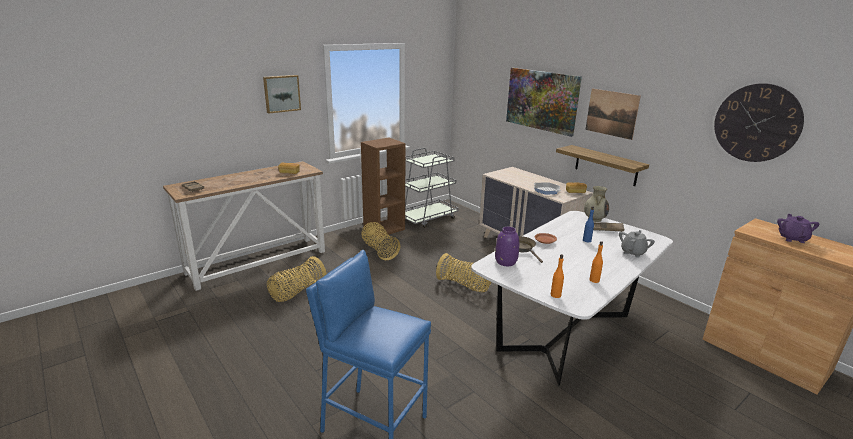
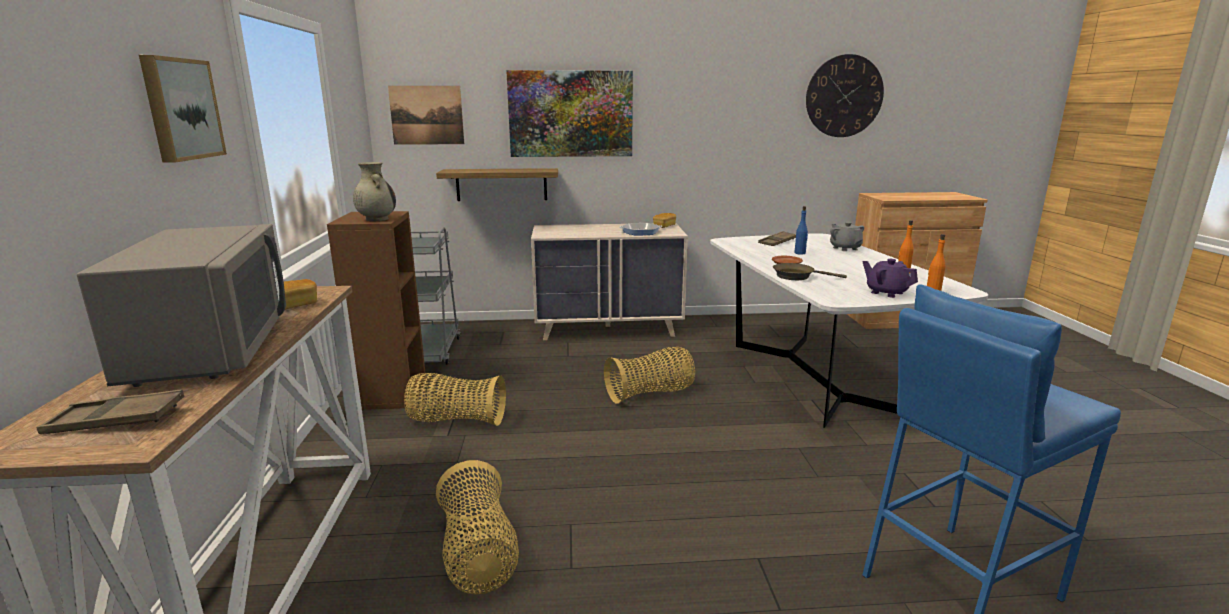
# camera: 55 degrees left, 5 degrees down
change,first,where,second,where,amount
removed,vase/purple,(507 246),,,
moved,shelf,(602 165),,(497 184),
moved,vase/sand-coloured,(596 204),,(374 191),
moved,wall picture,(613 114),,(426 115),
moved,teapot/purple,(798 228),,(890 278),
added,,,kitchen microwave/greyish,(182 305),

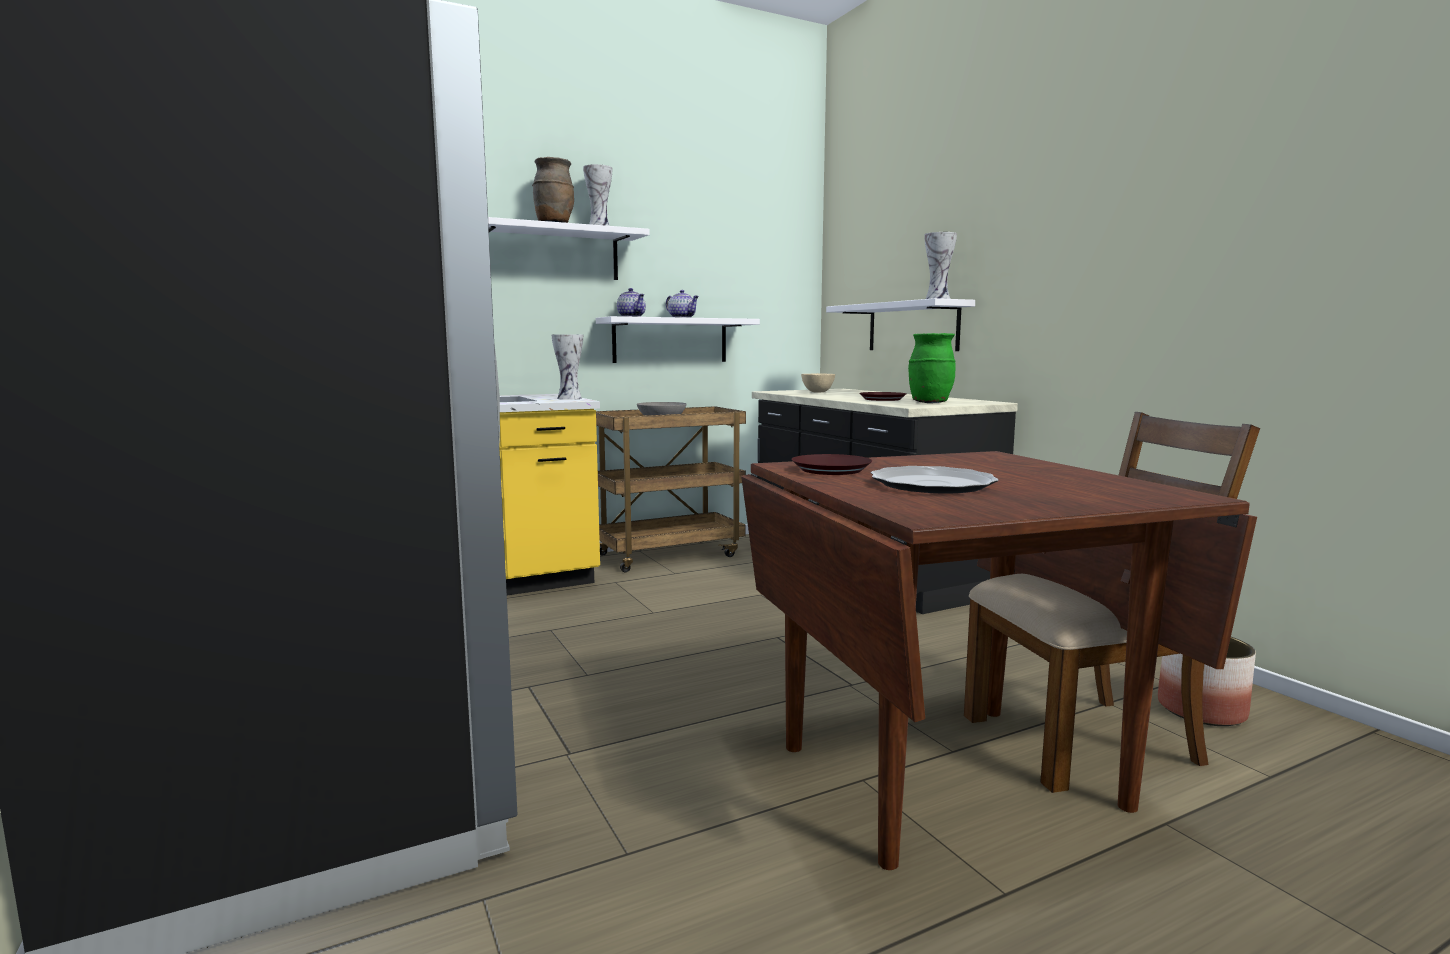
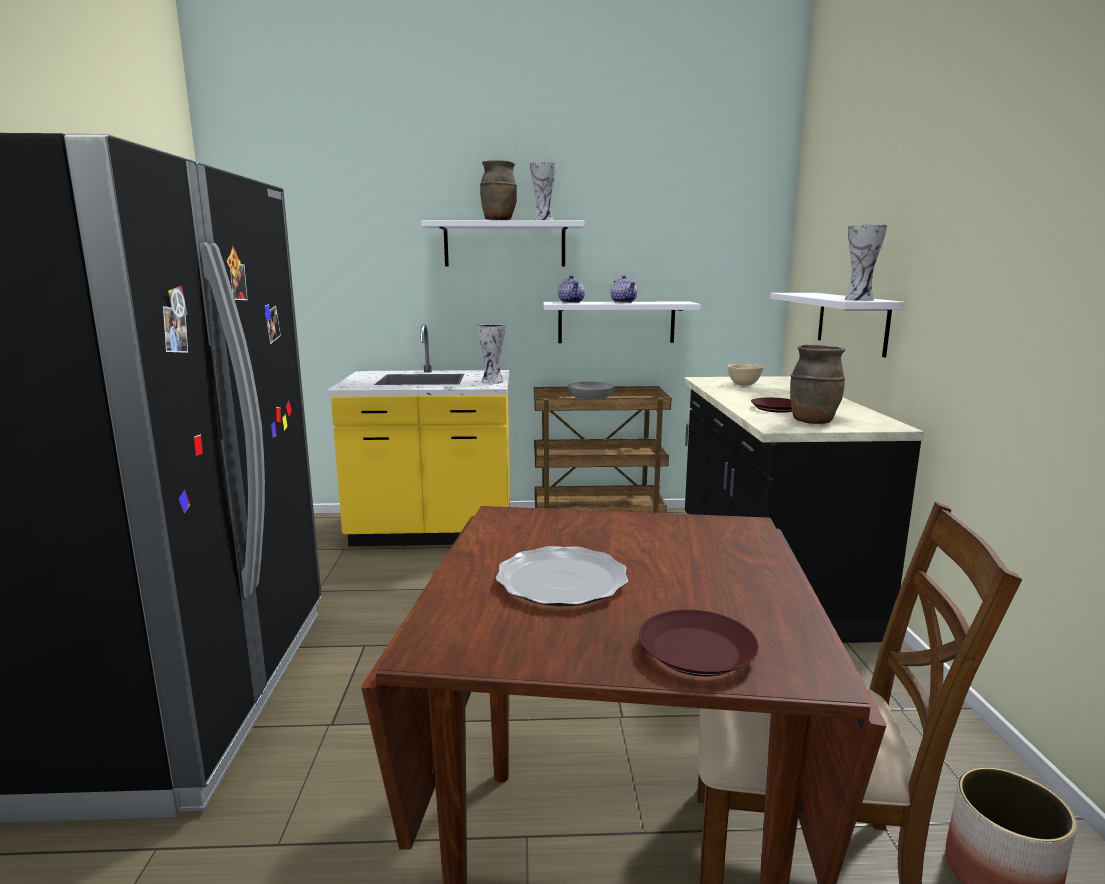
# camera: 25 degrees right, 5 degrees up
change,first,where,second,where,amount
moved,plate/brown,(831 464),,(699 642),
recoloured,vase/green,(932 368),vase/brown,(817 384),

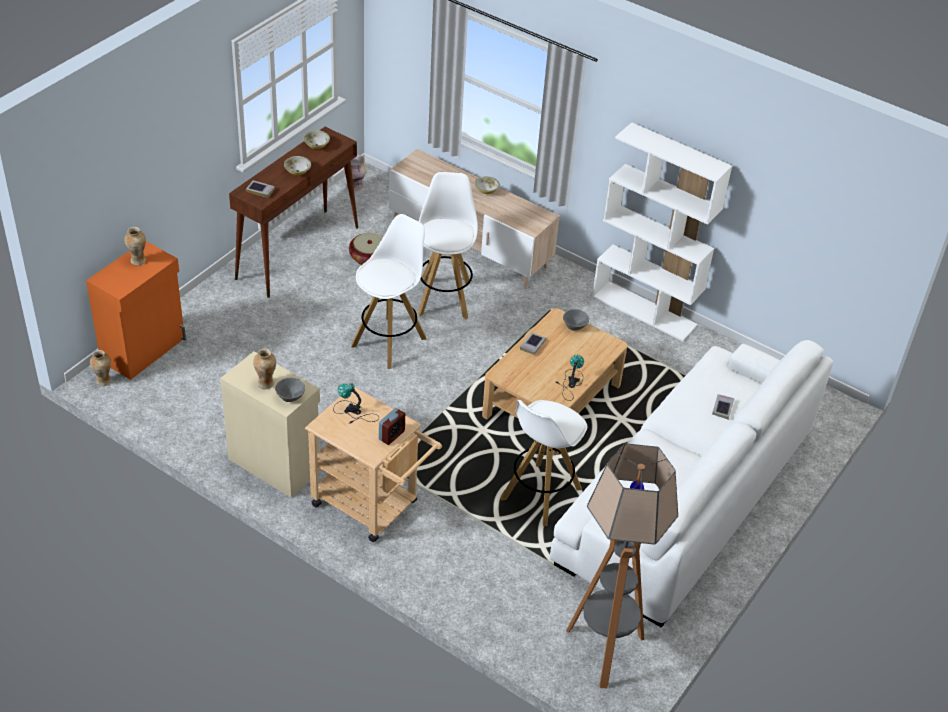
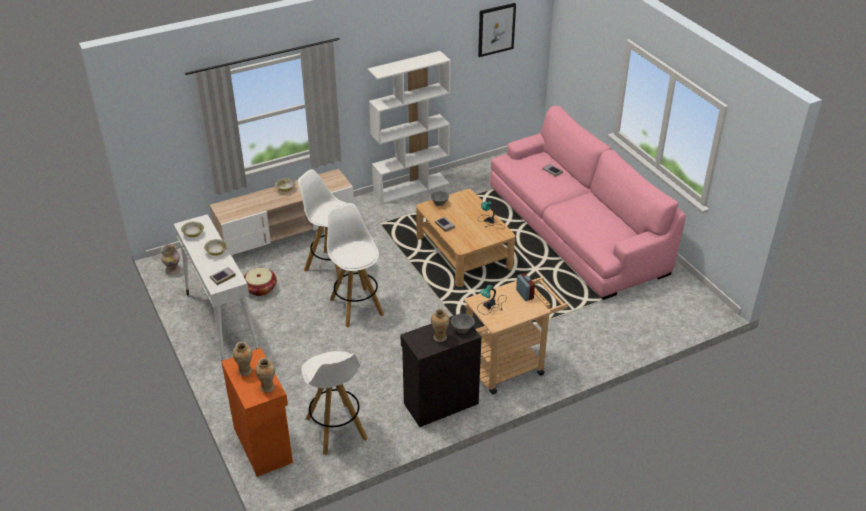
# camera: 60 degrees left, 5 degrees down
change,first,where,second,where,amount
moved,vase,(101 368),,(265 375),
recoloured,storage cabinet/sand-coloured,(270 424),storage cabinet/black-coloured,(440 370),
recoloured,console table/brown,(293 212),console table/whitish,(216 287),
moved,stool/whitish,(544 463),,(334 403),
recoloured,settee/whitish,(691 484),settee/pinkish,(588 203),
removed,floor lamp,(622 566),,,
added,,,wall picture,(497 30),

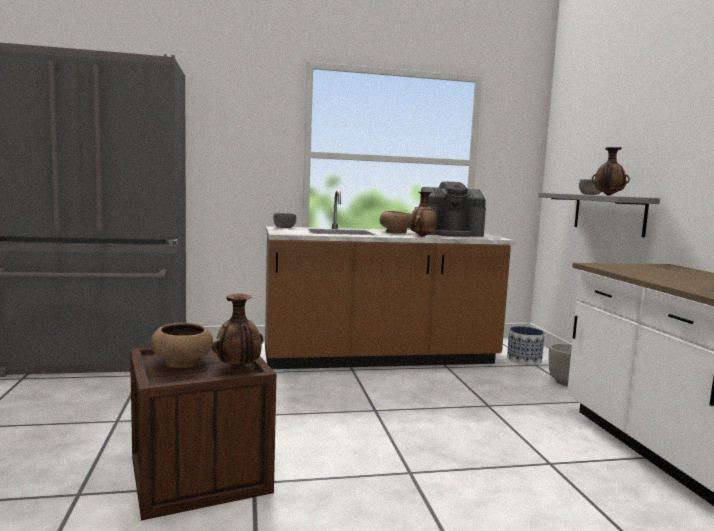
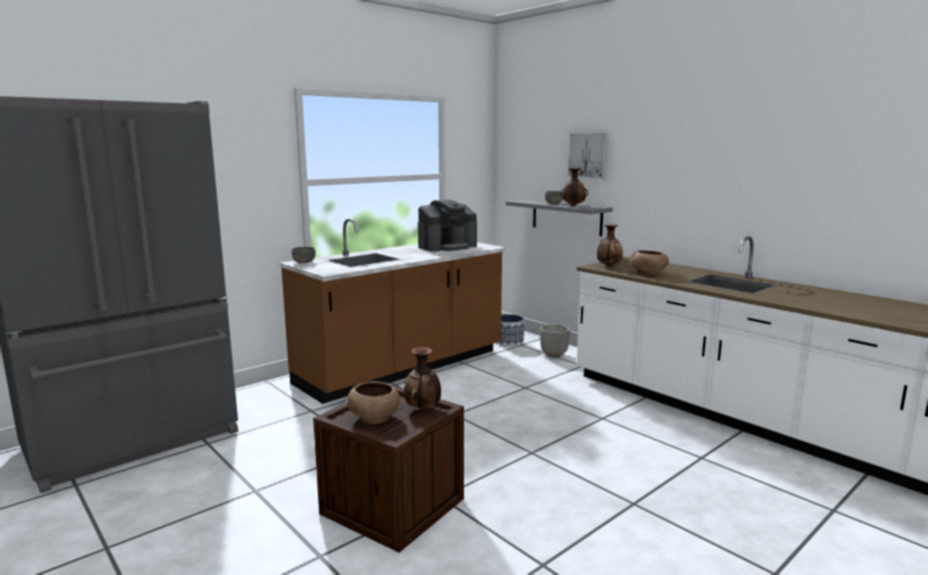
# camera: 30 degrees left, 5 degrees up
change,first,where,second,where,amount
moved,serving bowl/brown,(395 222),,(649 262),
moved,vase,(423 214),,(610 245),
added,,,wall picture,(587 156),

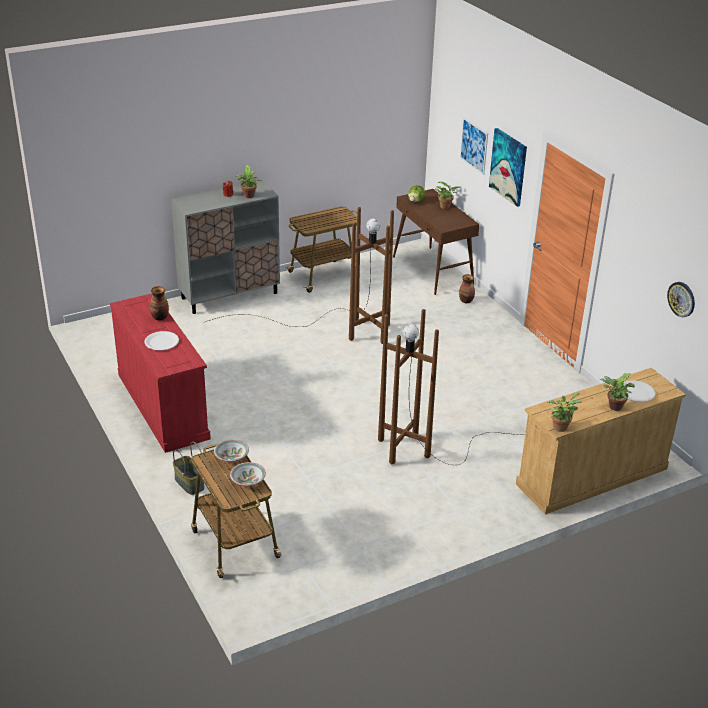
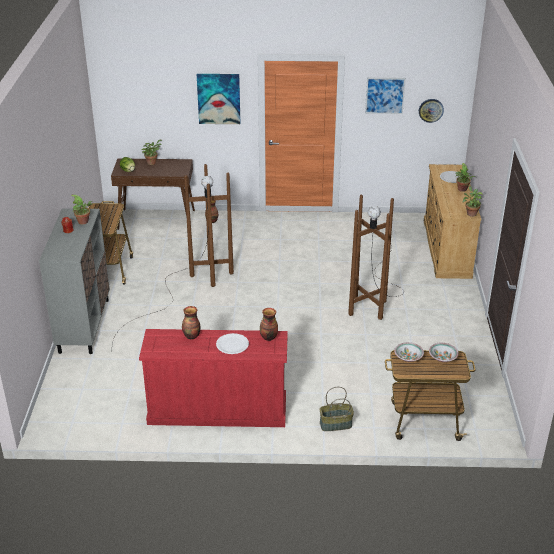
# camera: 60 degrees left, 0 degrees up
change,first,where,second,where,amount
moved,wall picture,(474 146),,(385 96),
added,,,vase,(269 324),

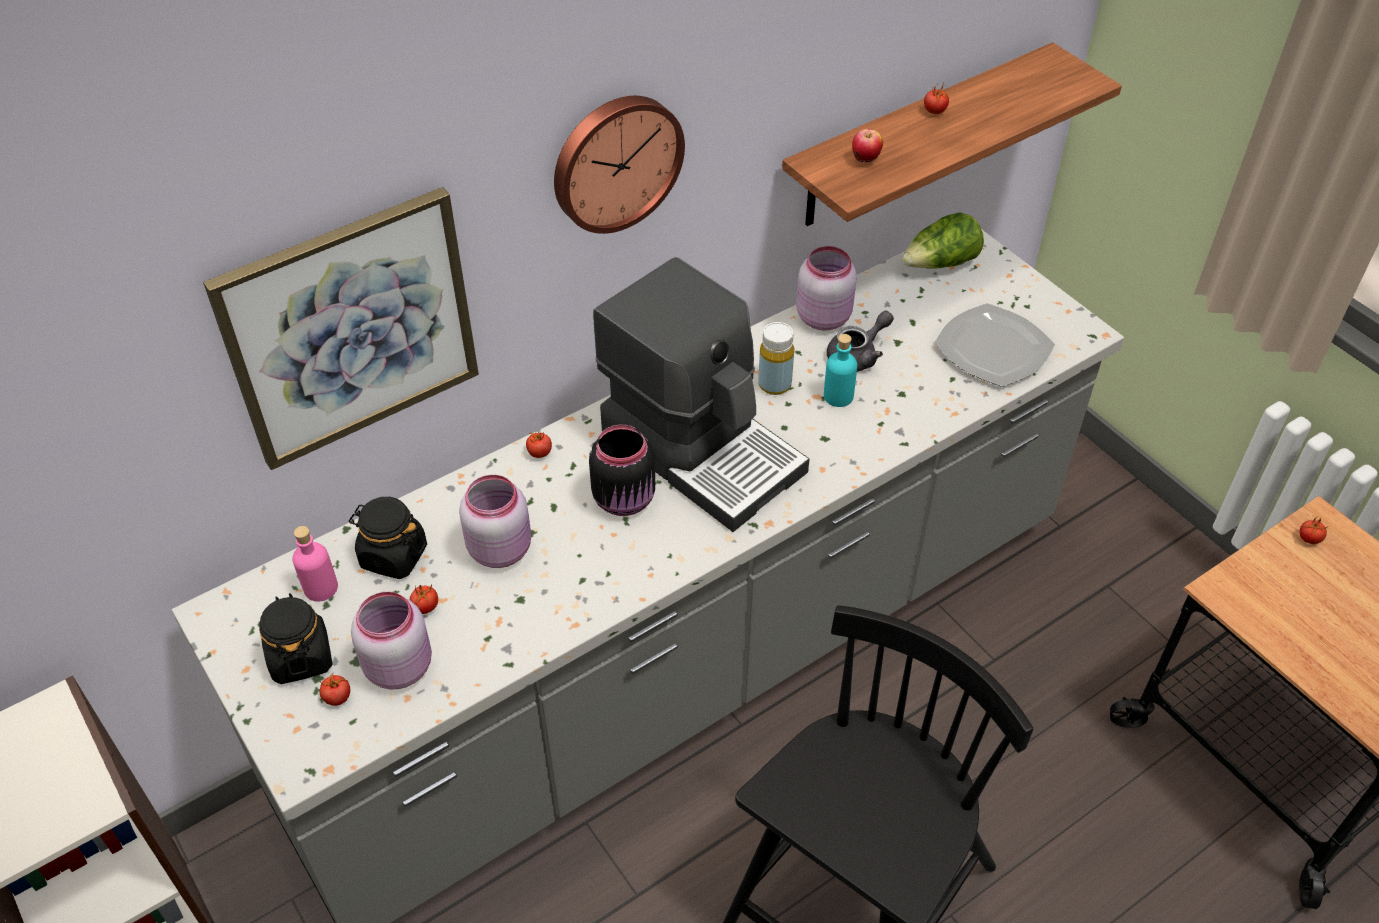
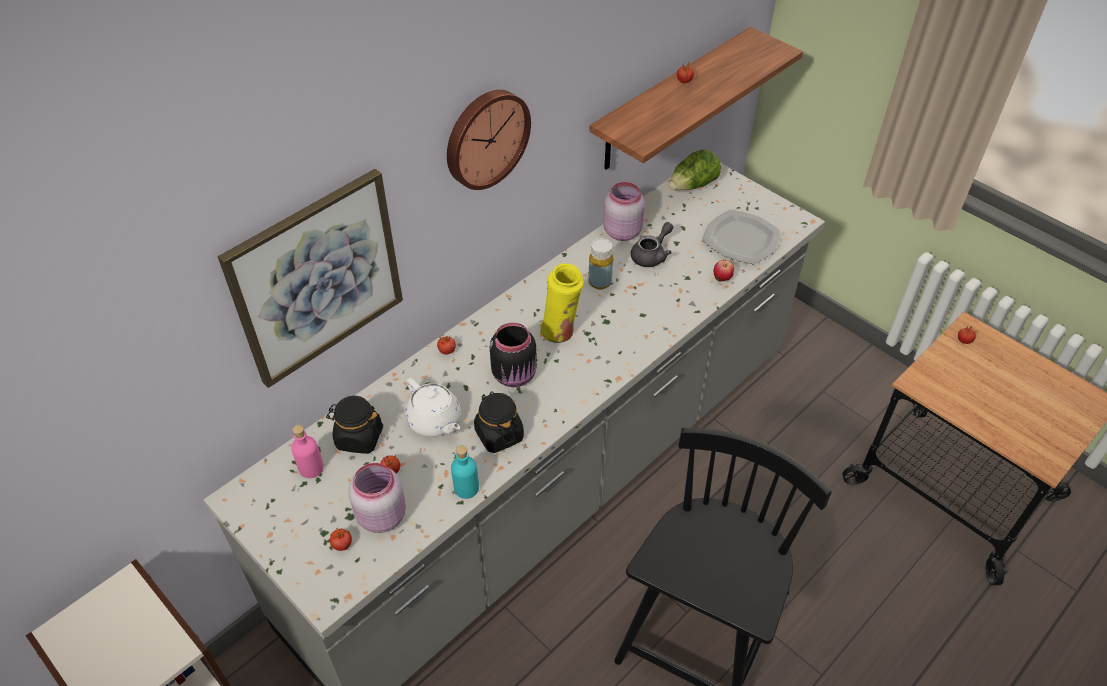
# camera: 10 degrees left, 0 degrees up
change,first,where,second,where,amount
moved,jar/black-coloured,(296 638),,(499 422),
replaced,jar/pinkish,(495 521),teapot/whitish,(433 407),
replaced,coffee brewer,(701 394),vase/yellowish,(562 303),
moved,beverage bottle/turquoise-coloured,(840 370),,(465 472),
moved,whole apple,(867 145),,(724 270),

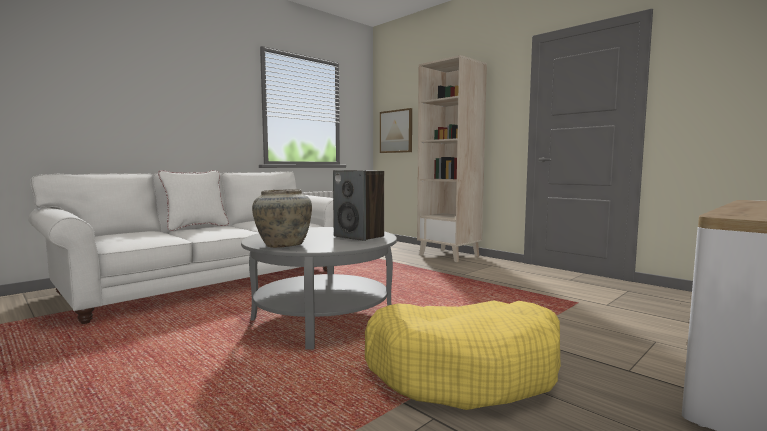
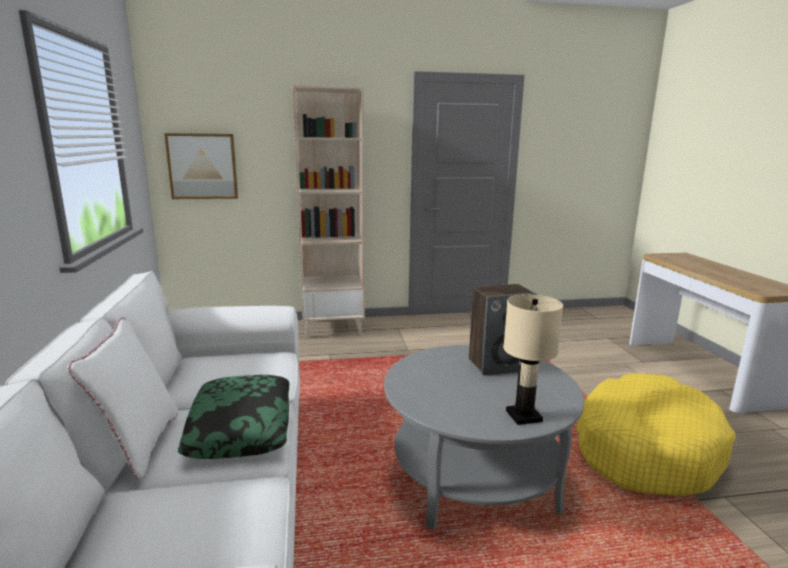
# camera: 55 degrees left, 10 degrees up
change,first,where,second,where,amount
replaced,vase/sand-coloured,(282 218),tabletop lamp/sand-coloured,(533 359),
added,,,throw pillow,(234 417),

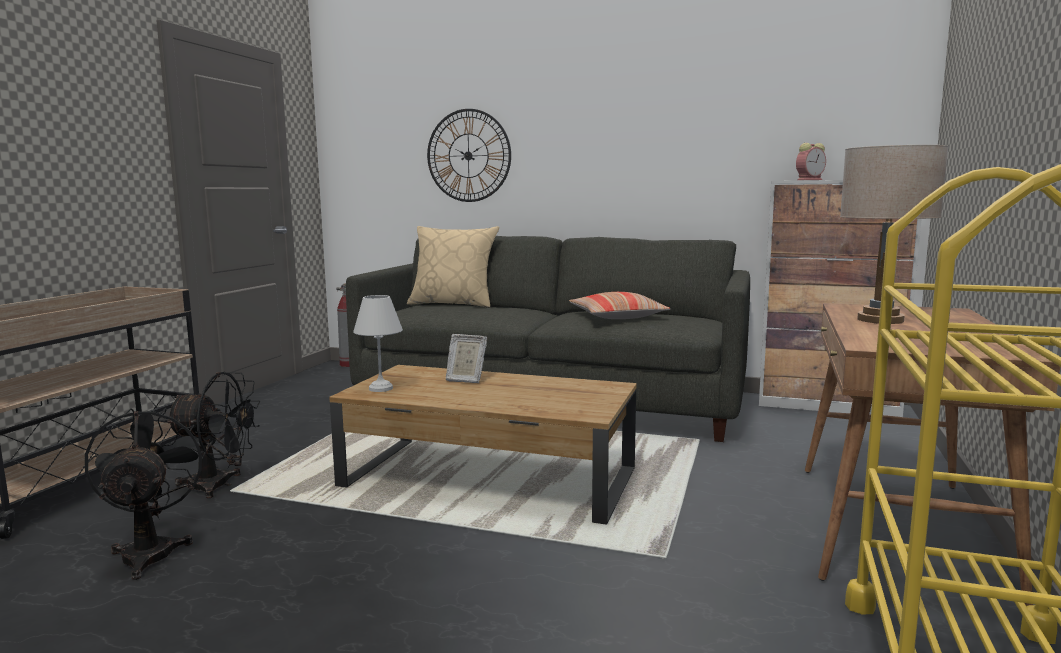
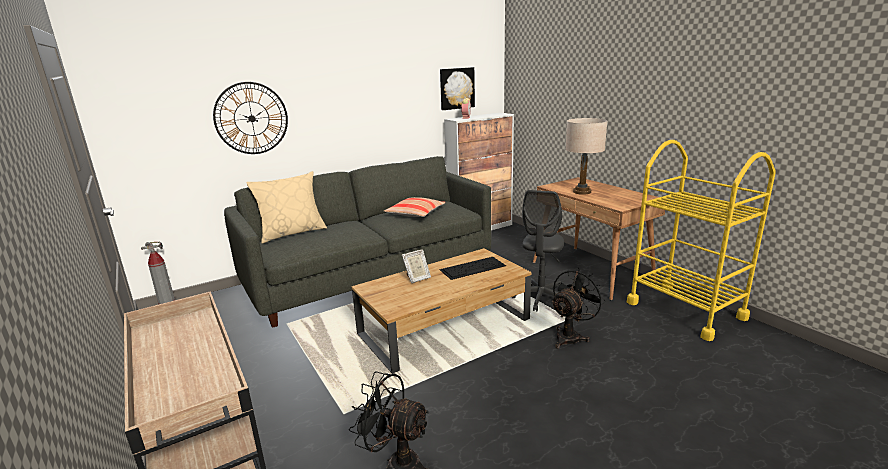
# camera: 50 degrees left, 10 degrees up
change,first,where,second,where,amount
moved,electric fan/black-coloured,(213 435),,(578 308),
removed,tabletop lamp/whitish,(378 343),,,
added,,,keyboard,(472 268),
added,,,wall picture,(457 88),
added,,,desk chair/greyish,(538 251),

